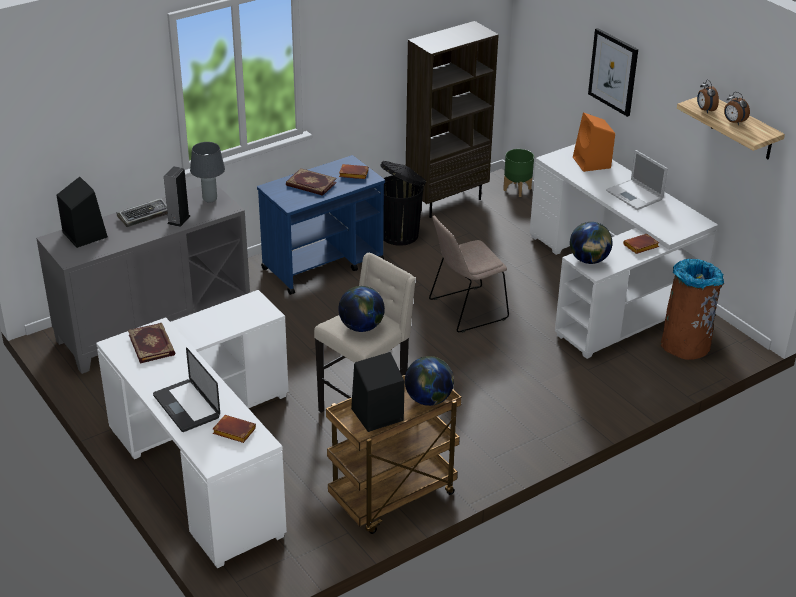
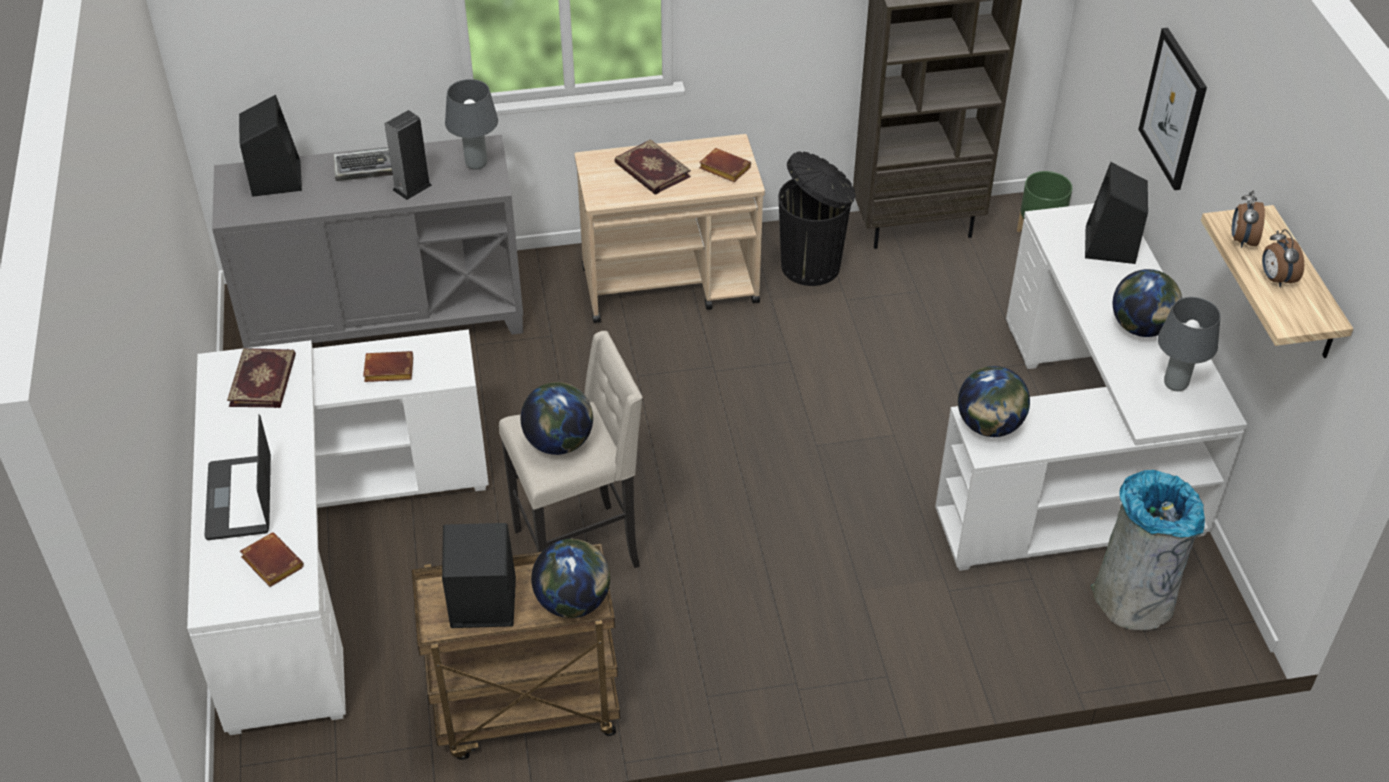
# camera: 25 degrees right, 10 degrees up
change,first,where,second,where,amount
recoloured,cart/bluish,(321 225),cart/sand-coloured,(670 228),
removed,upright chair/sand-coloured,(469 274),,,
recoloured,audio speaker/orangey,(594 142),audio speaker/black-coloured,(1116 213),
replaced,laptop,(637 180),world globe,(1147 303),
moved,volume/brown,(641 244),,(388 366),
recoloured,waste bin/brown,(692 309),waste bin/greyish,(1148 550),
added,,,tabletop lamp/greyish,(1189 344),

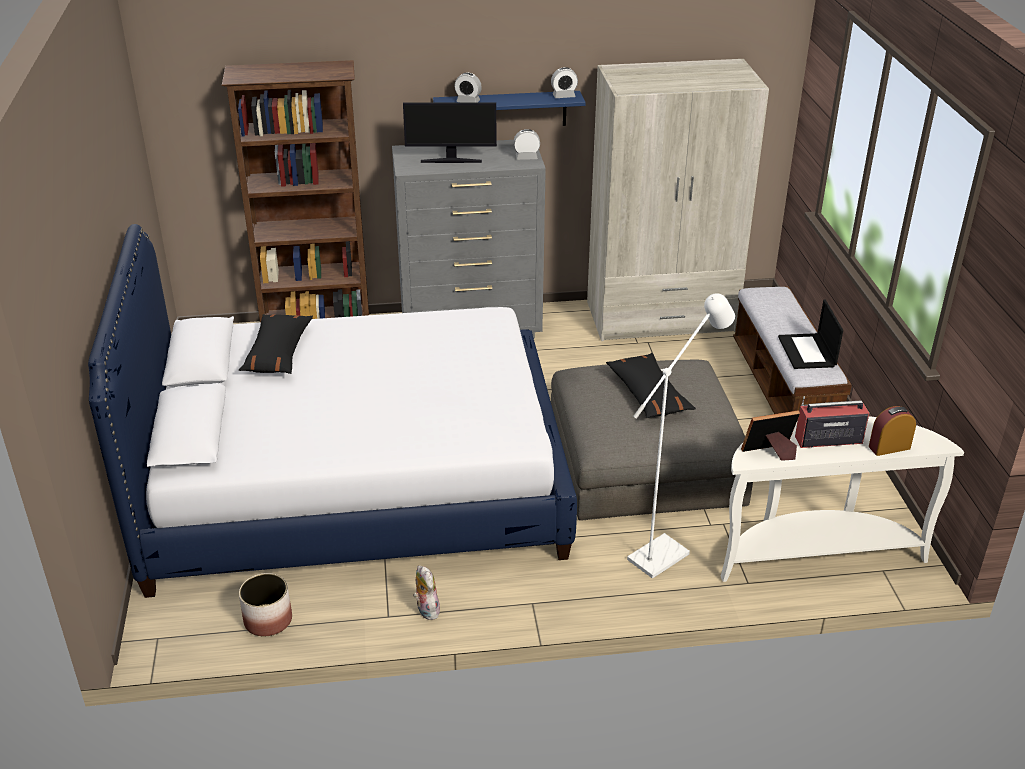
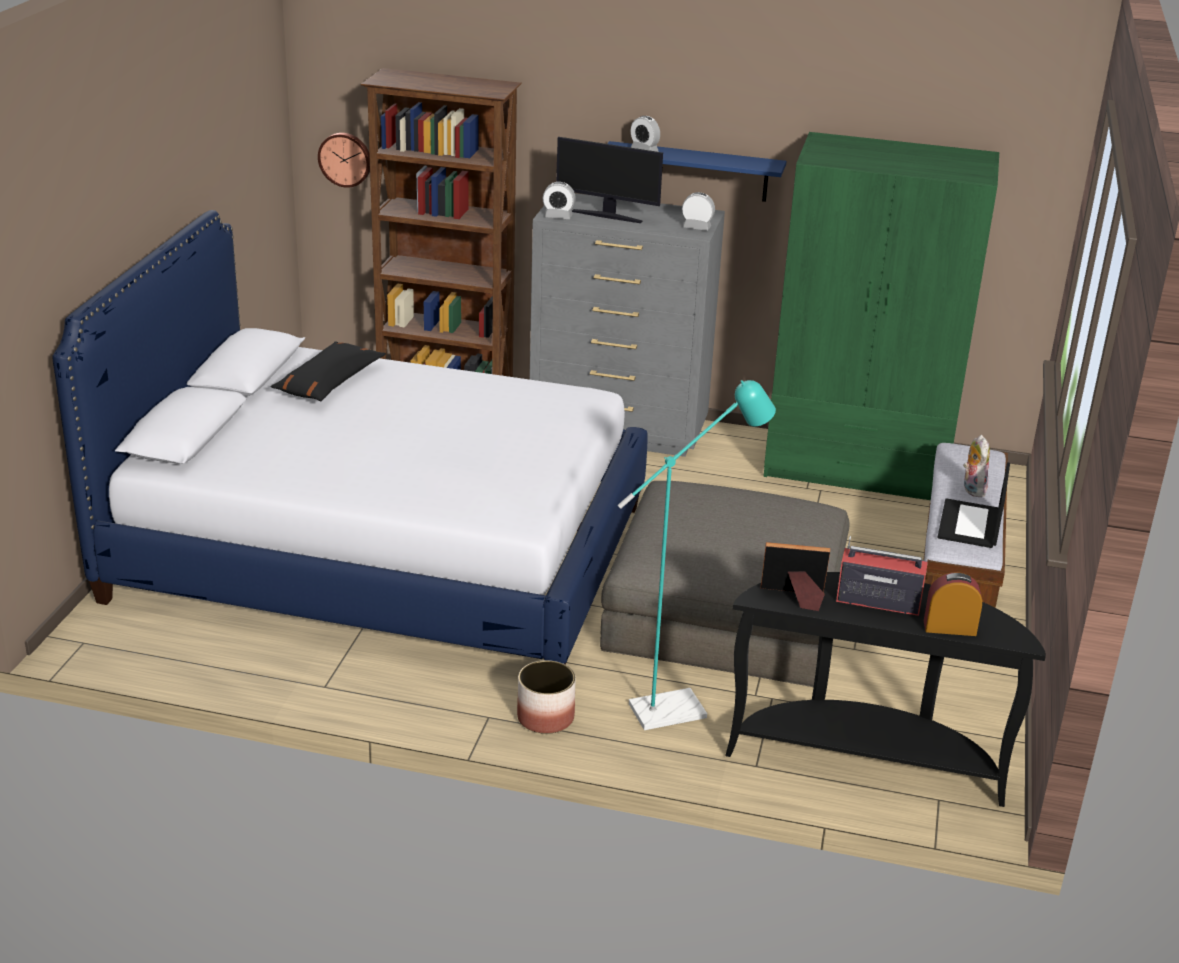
# camera: 20 degrees right, 5 degrees down
change,first,where,second,where,amount
moved,plant pot,(265 604),,(546 697),
moved,cuddly toy,(426 592),,(976 466),
moved,bedside clock,(564 82),,(559 200),
recoloured,clothes cupboard/sand-coloured,(678 200),clothes cupboard/green,(881 316),
removed,throw pillow/black-coloured,(651 385),,,
recoloured,floor lamp/whitish,(681 436),floor lamp/turquoise-coloured,(697 555),
recoloured,console table/whitish,(842 499),console table/black-coloured,(885 689),
added,,,wall clock,(344 160),

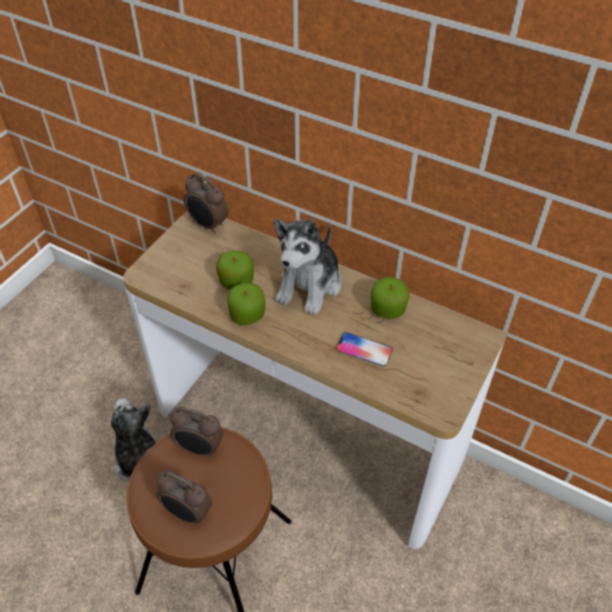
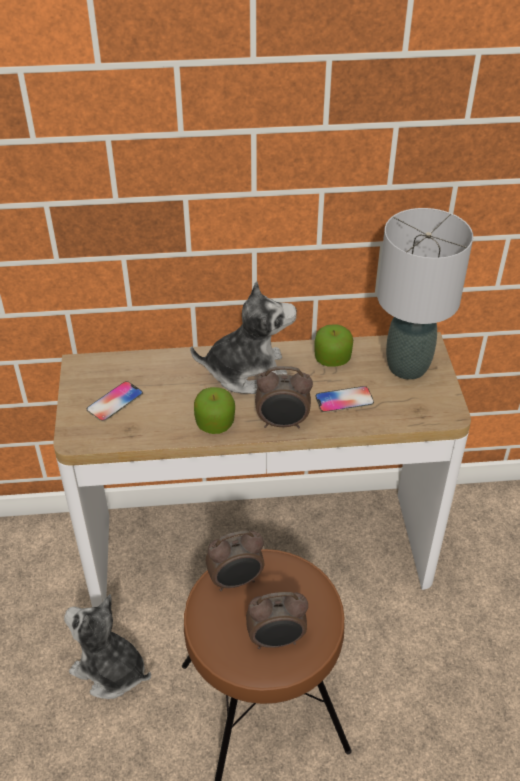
# camera: 35 degrees left, 5 degrees down
change,first,where,second,where,amount
moved,bedside clock,(206 203),,(284 397),
removed,whole apple,(235 270),,,
turned,cuddly toy,(307 267),,(243 337),90 degrees counterclockwise
added,,,handset,(115 401),
added,,,tabletop lamp/greyish,(425 294),

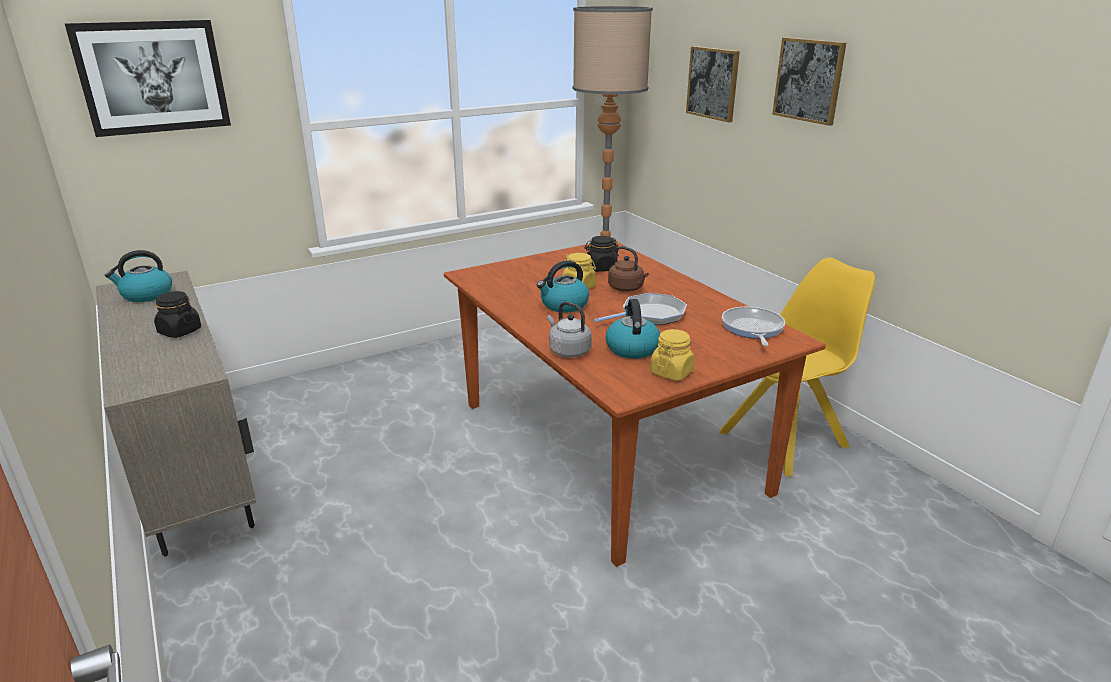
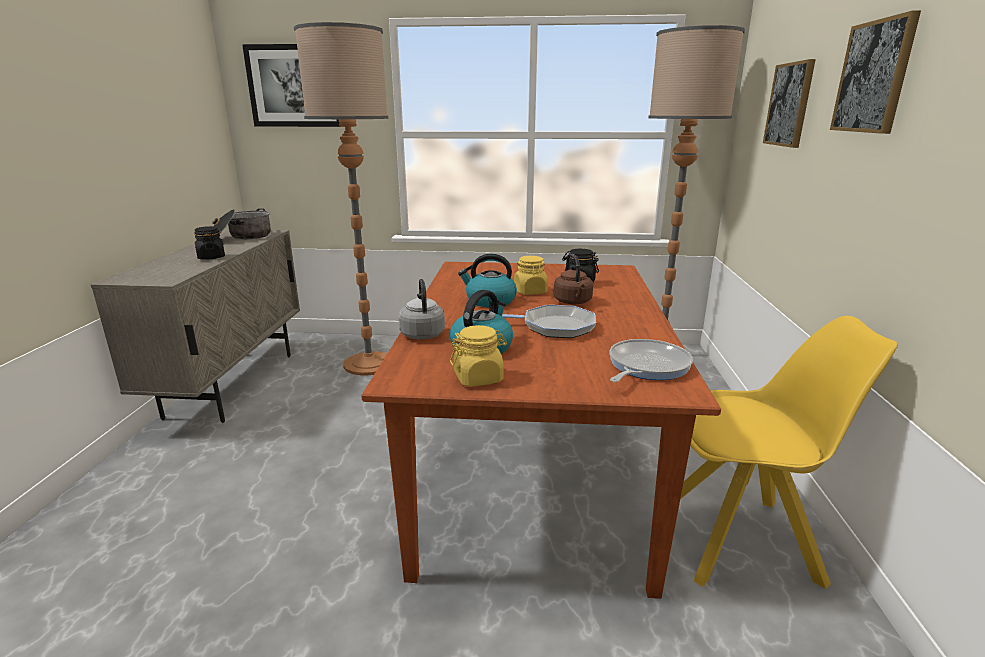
# camera: 35 degrees right, 5 degrees down
change,first,where,second,where,amount
replaced,tea kettle,(138 276),cooking pot,(241 223),
added,,,floor lamp,(341 199),

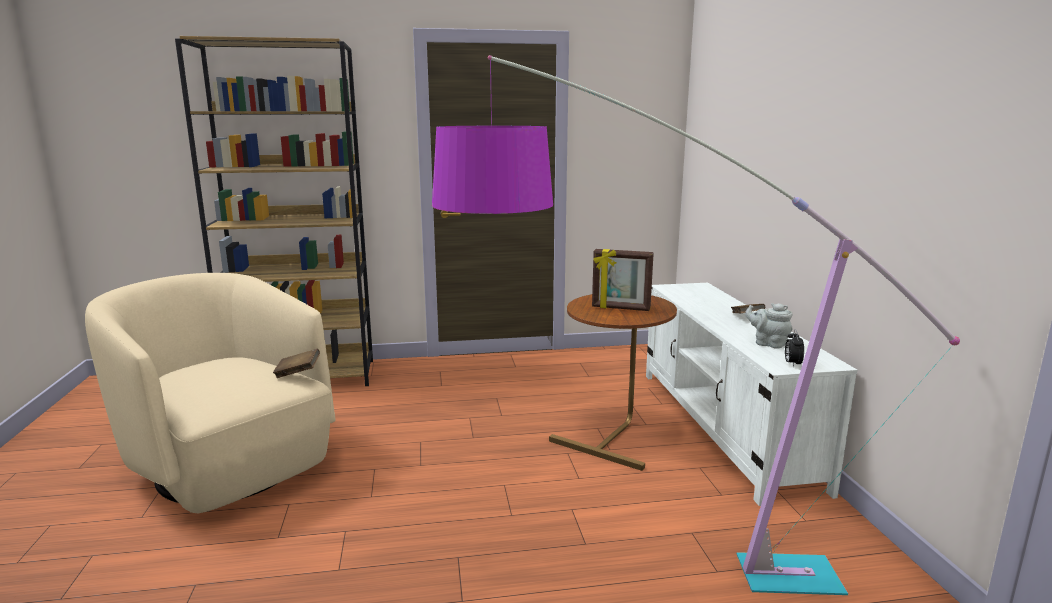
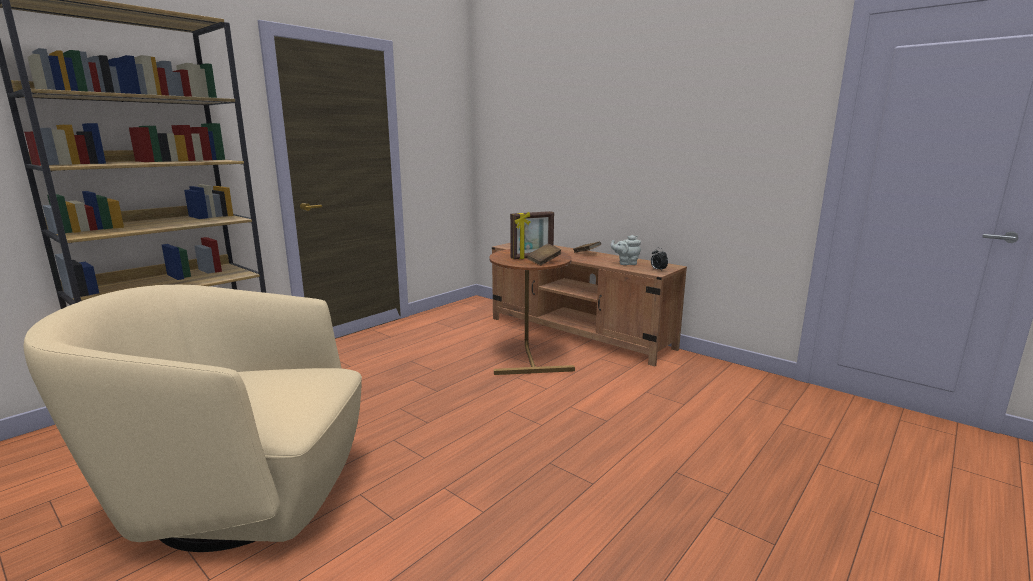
# camera: 40 degrees left, 0 degrees up
change,first,where,second,where,amount
moved,volume/brown,(296 363),,(544 254),
removed,floor lamp,(696 325),,,
recoloured,tv unit/whitish,(751 394),tv unit/brown,(589 305),

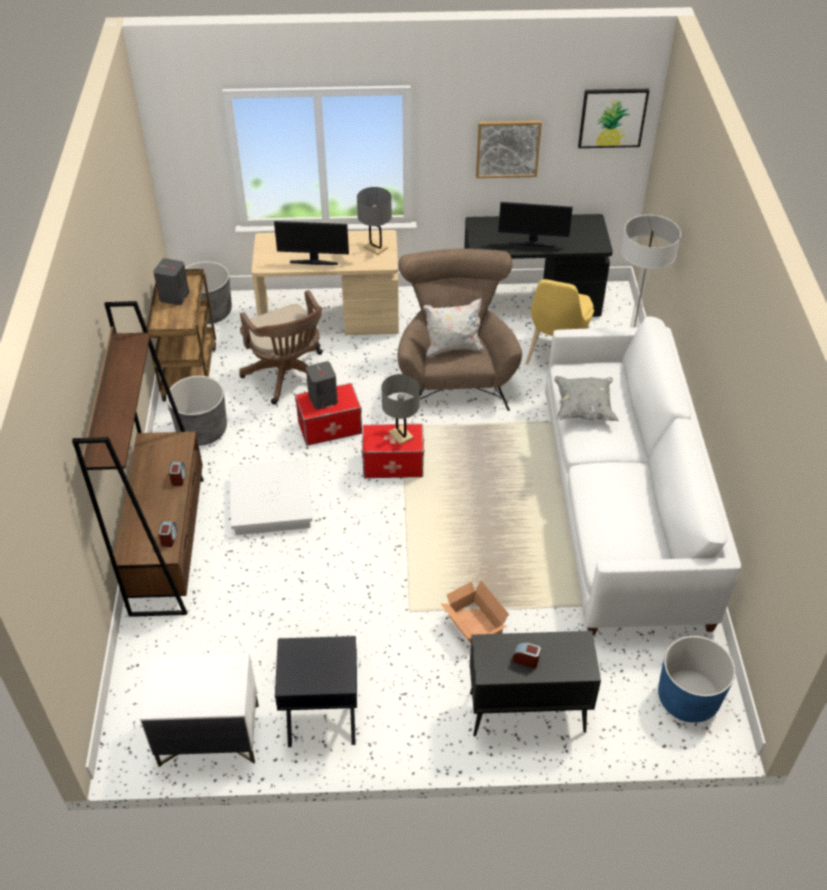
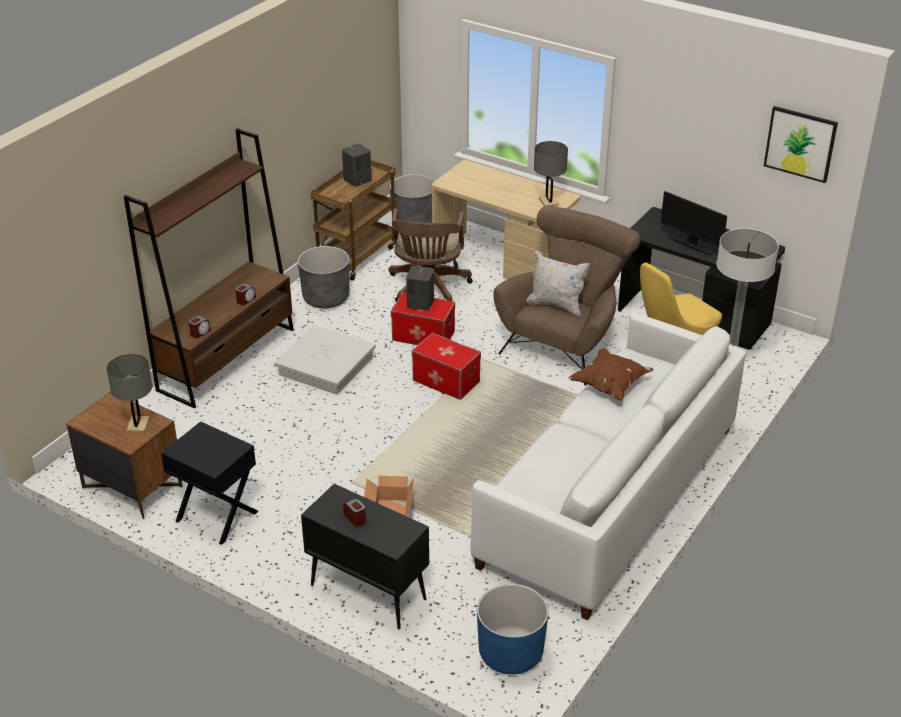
# camera: 35 degrees right, 10 degrees down
change,first,where,second,where,amount
recoloured,bedside table/whitish,(199 709),bedside table/brown,(124 455),
removed,monitor,(311 243),,,
moved,tabletop lamp/greyish,(400 409),,(129 393),
removed,wall picture,(509 149),,,
recoloured,throw pillow/greyish,(586 398),throw pillow/brown,(611 374),

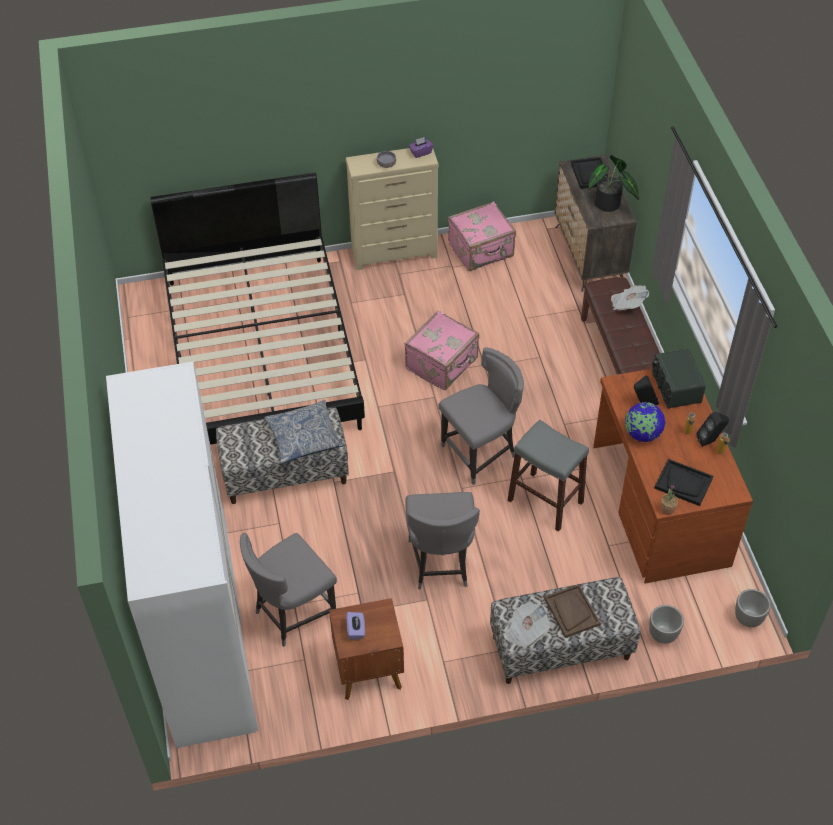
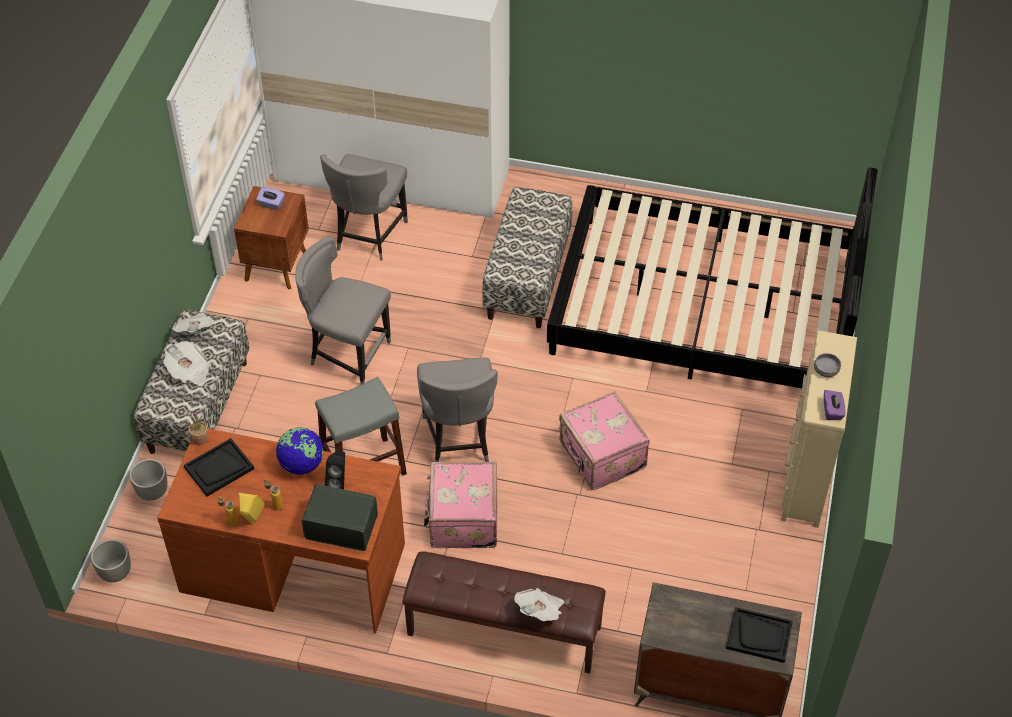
# camera: 115 degrees right, 0 degrees up
change,first,where,second,where,amount
turned,upright chair/greyish,(288 590),,(364 207),150 degrees counterclockwise
removed,throw pillow,(304 432),,,
moved,piece of luggage/pinkish,(482 236),,(460 505),
replaced,serving tray/brown,(572 611),daily paper,(187 363),
removed,potted plant,(613 183),,,
recoloured,audio speaker/black-coloured,(712 429),audio speaker/yellowish,(251 508),

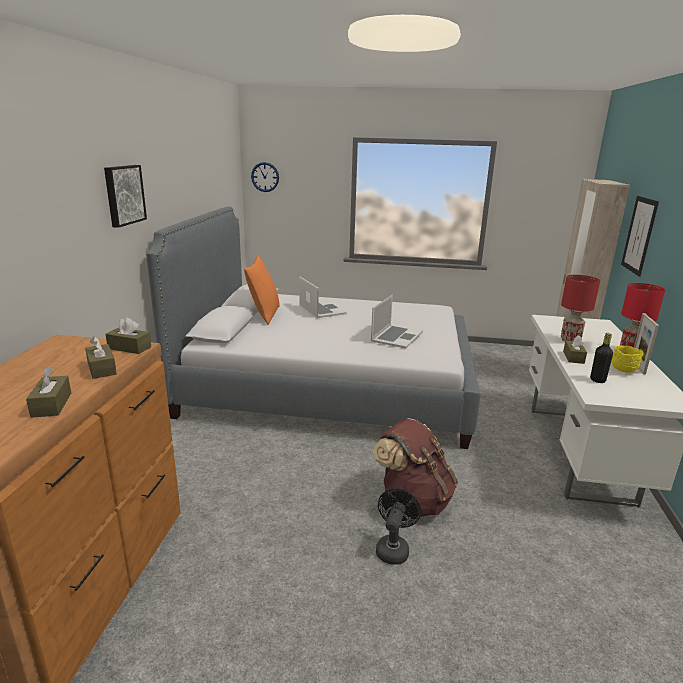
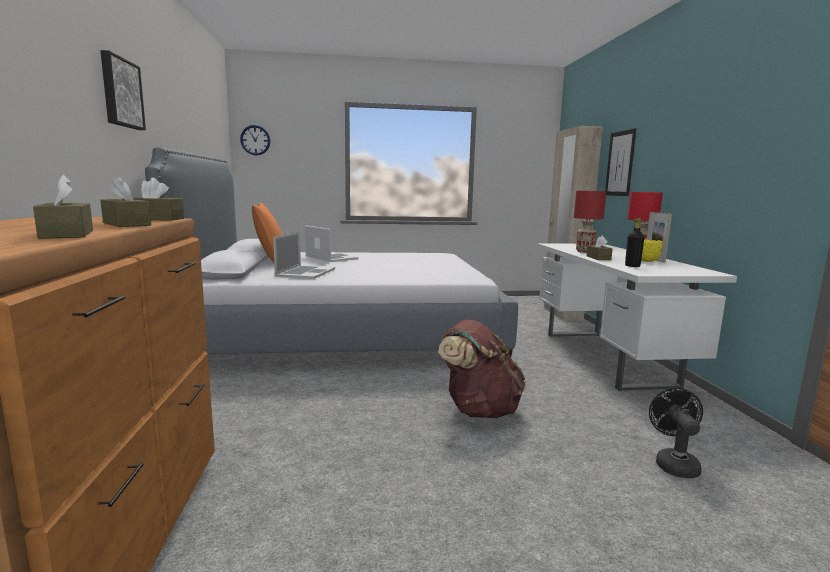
# camera: 15 degrees left, 10 degrees down
change,first,where,second,where,amount
moved,laptop,(397 322),,(304 255),
moved,electric fan/black-coloured,(398 526),,(676 433),

